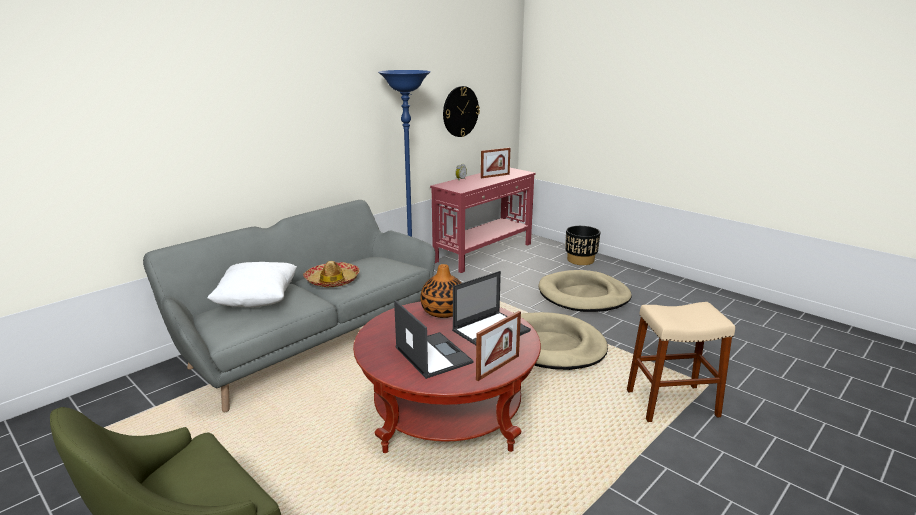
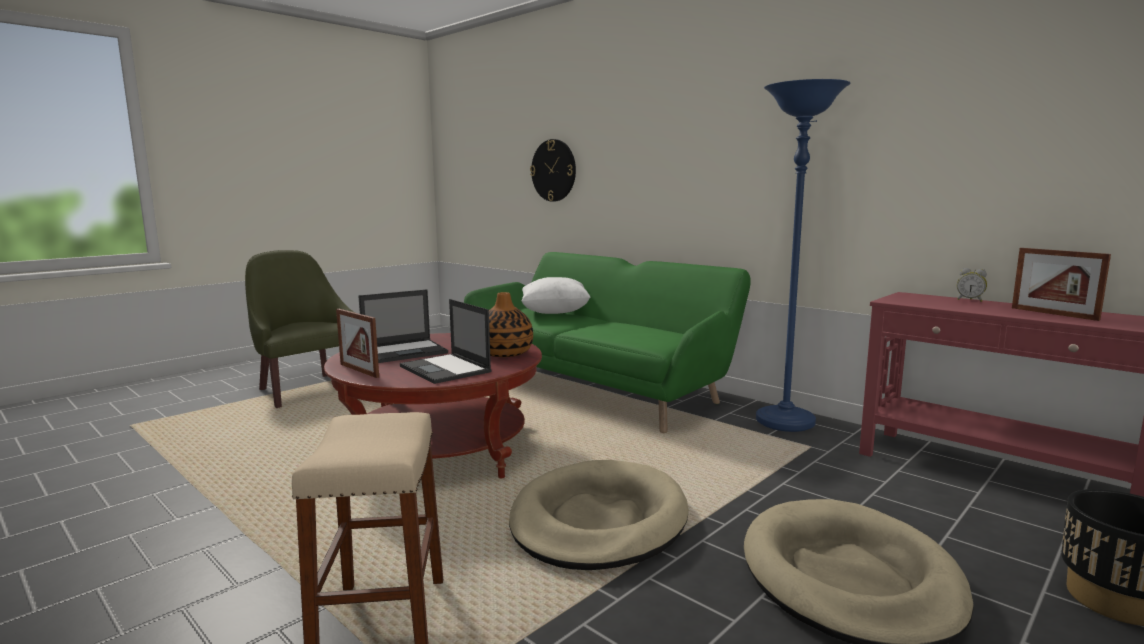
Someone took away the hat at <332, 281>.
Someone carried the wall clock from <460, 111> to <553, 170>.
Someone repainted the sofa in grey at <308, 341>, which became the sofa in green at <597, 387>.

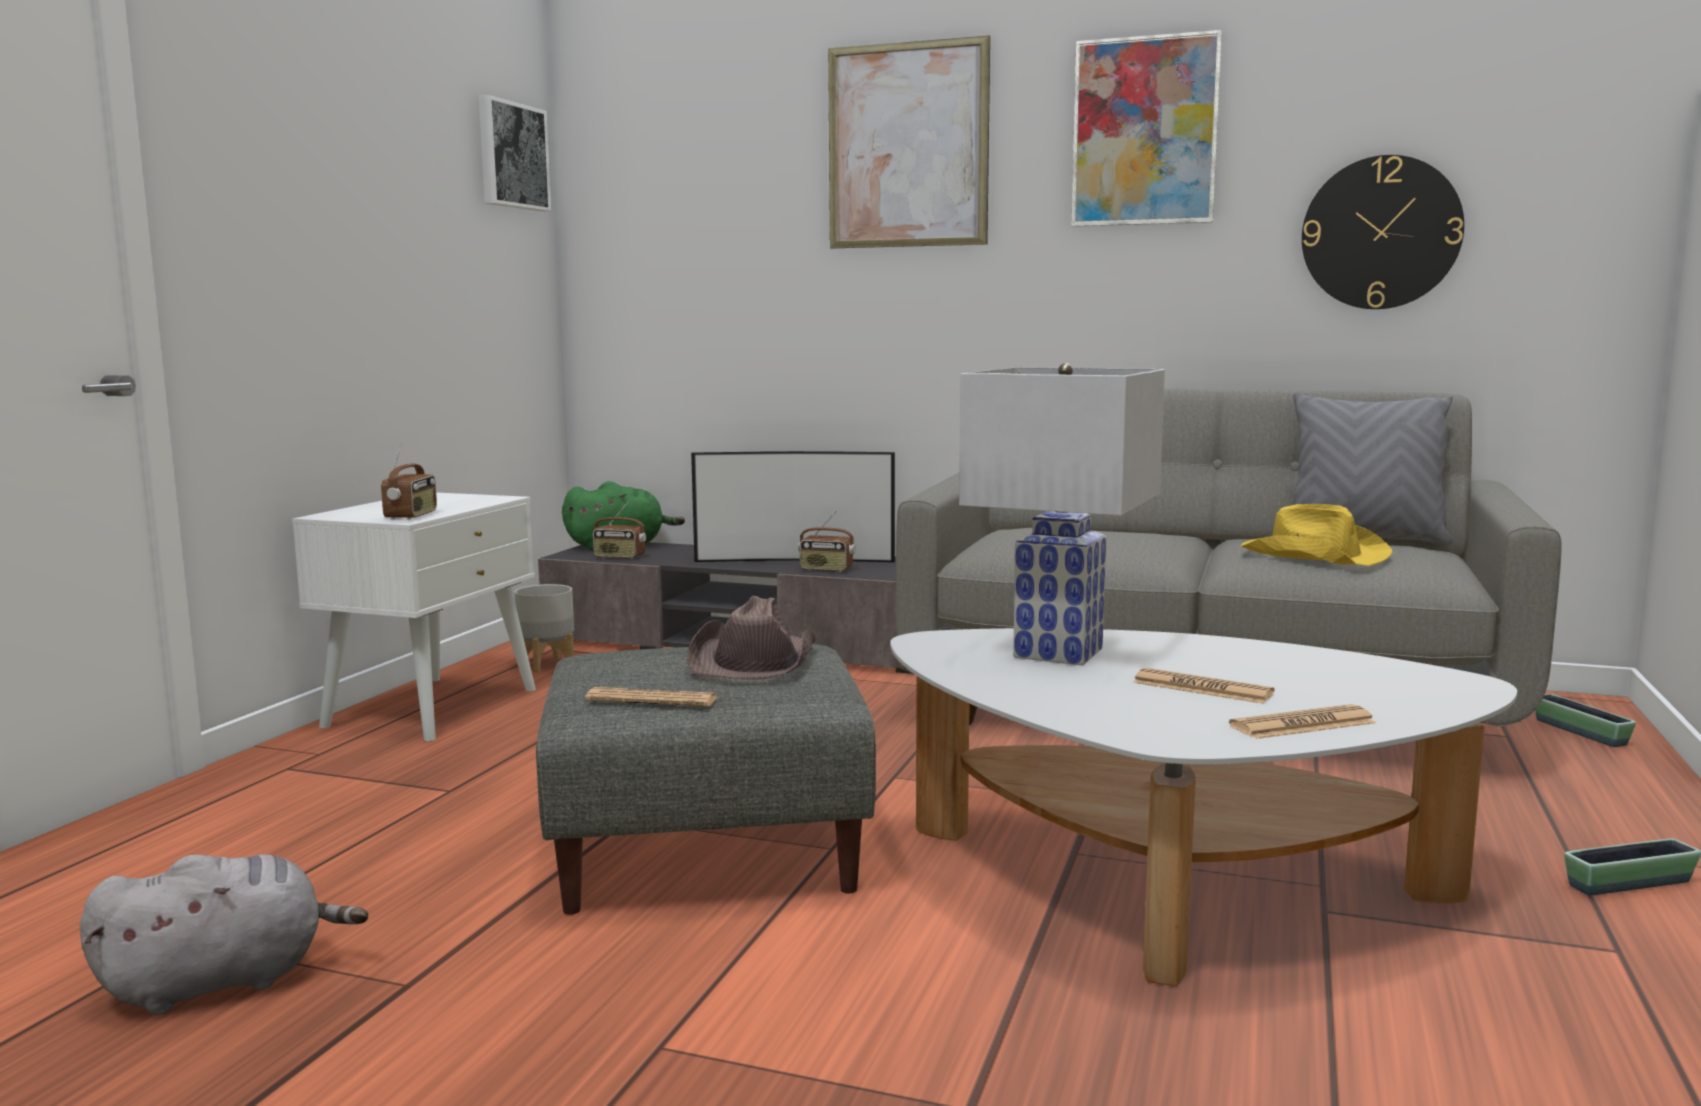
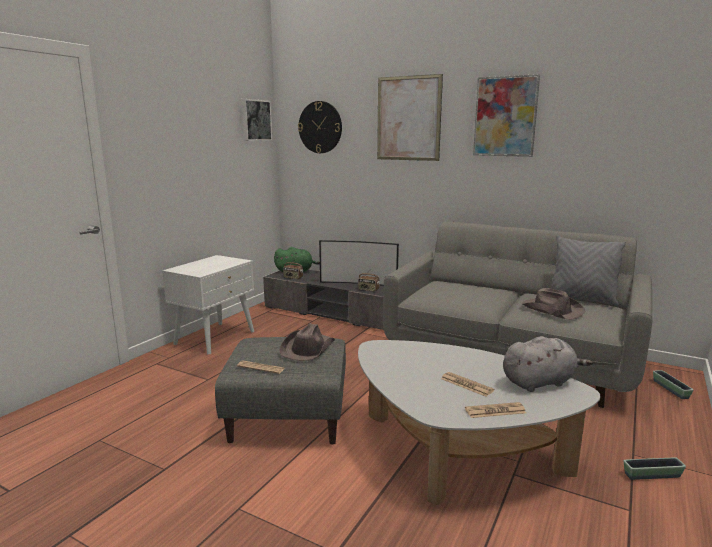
Someone took away the radio at <412, 516>.
Someone took away the planter in grey at <546, 664>.
Someone took away the table lamp in white at <1057, 652>.
Someone carried the plush toy in grey from <224, 981> to <540, 382>.
Someone carried the wall clock from <1380, 233> to <320, 127>.
Someone repainted the hat in yellow at <1312, 554>, which became the hat in brown at <551, 310>.

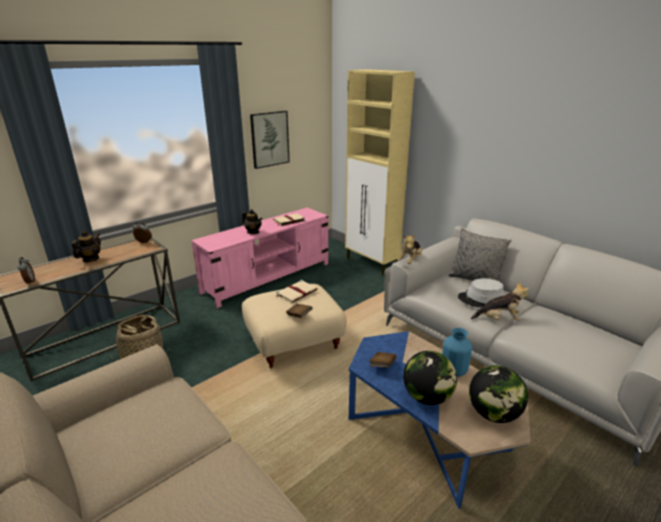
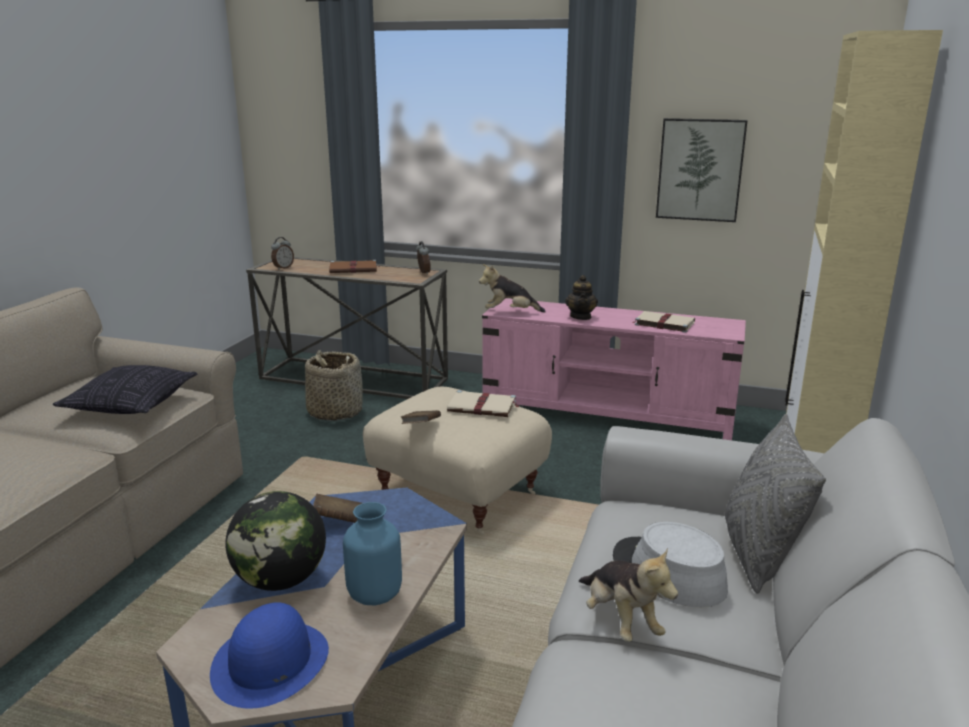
Someone put down the pillow at <131, 405>.
Someone carried the plush toy from <410, 261> to <510, 312>.
Someone swapped the teapot at <90, 259> for the book in brown at <354, 269>.
Someone swapped the globe at <493, 414> for the hat in blue at <270, 663>.

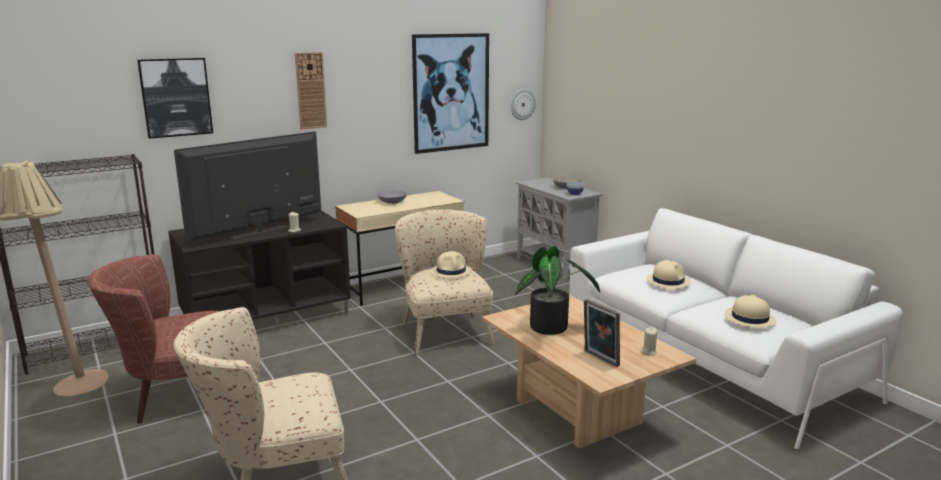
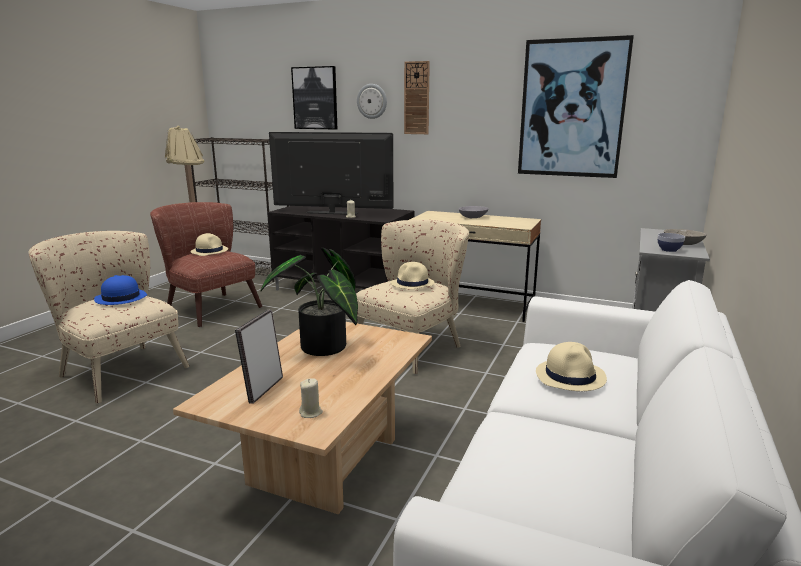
Someone put down the hat in blue at <120, 298>.
Someone carried the wall clock from <522, 104> to <372, 101>.
Someone carried the hat in beige from <749, 318> to <209, 251>.

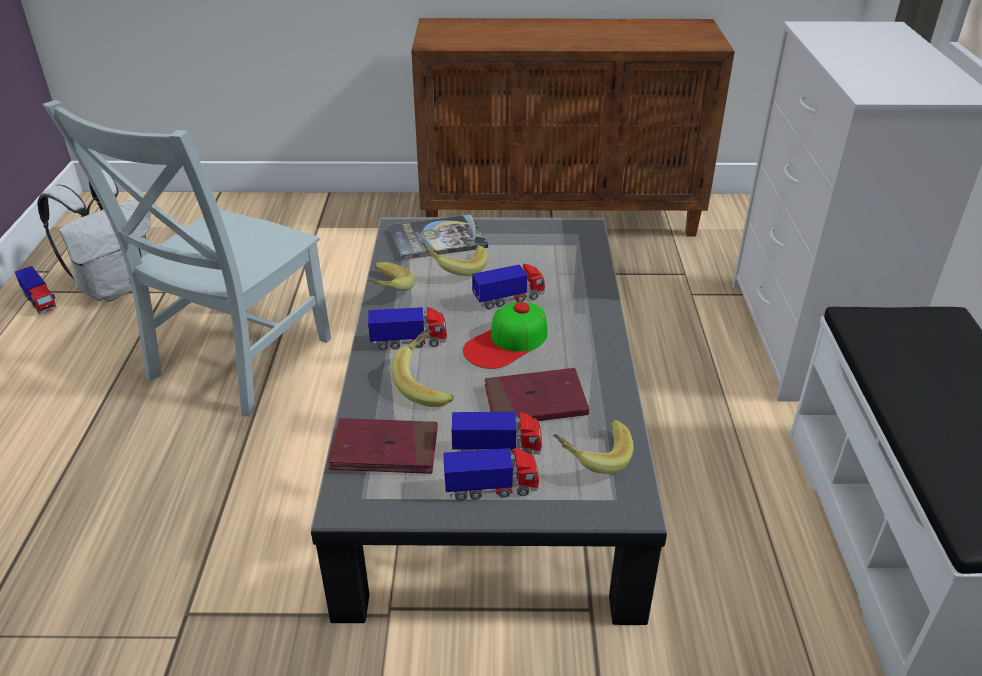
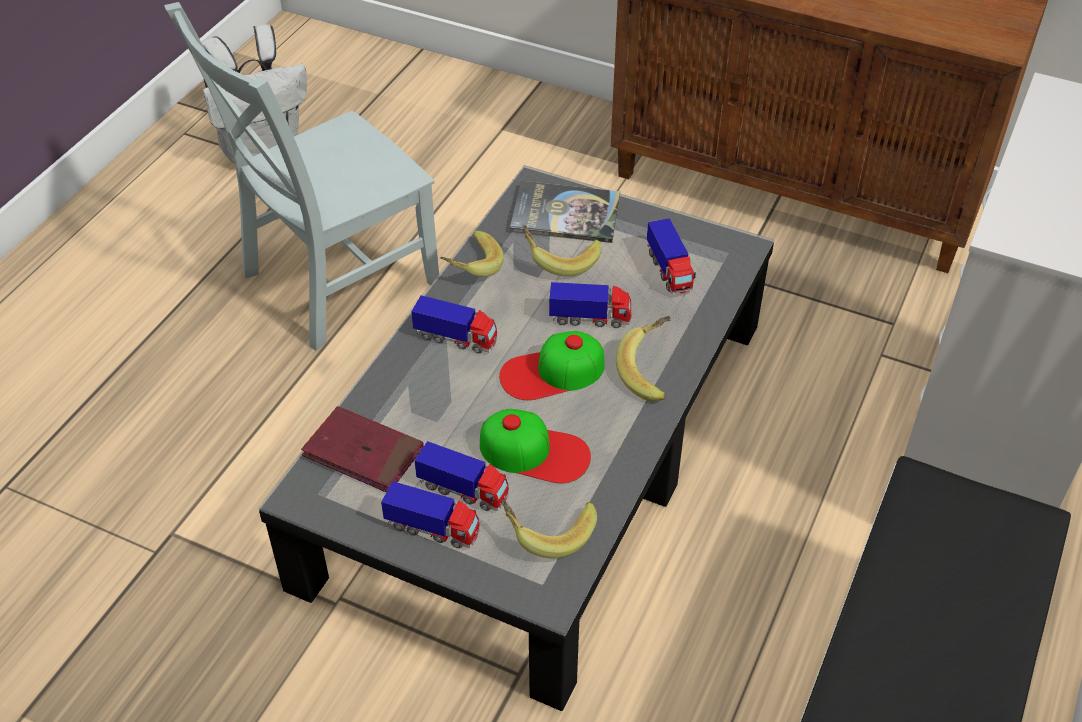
Someone carried the toy truck from <40, 302> to <669, 271>.
Someone carried the banana from <428, 383> to <651, 371>.
Someone swapped the book in red at <535, 401> for the cap at <534, 451>.

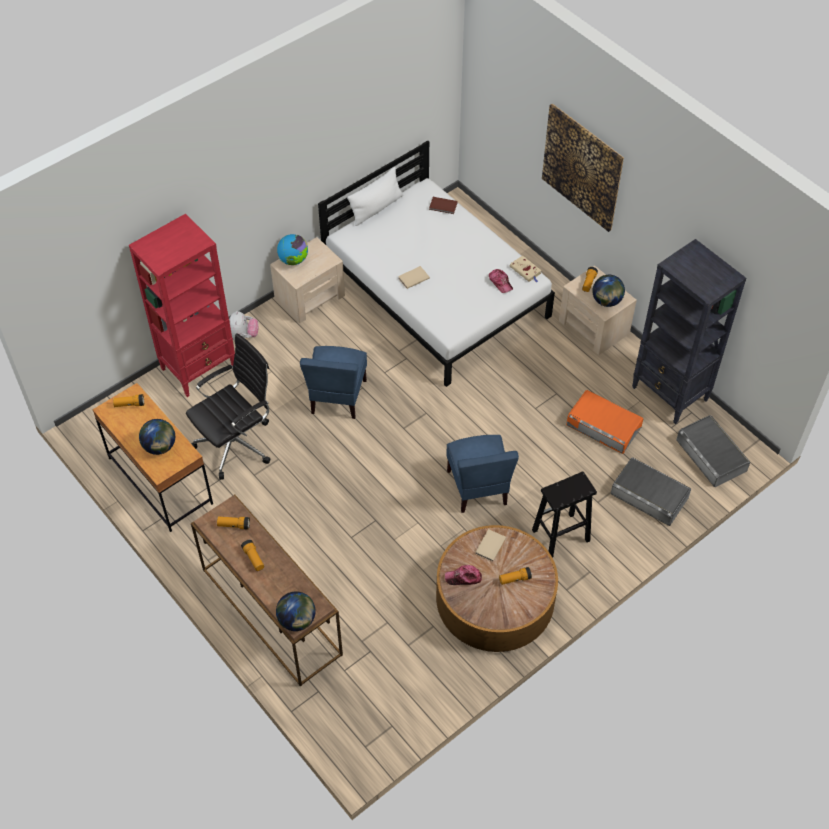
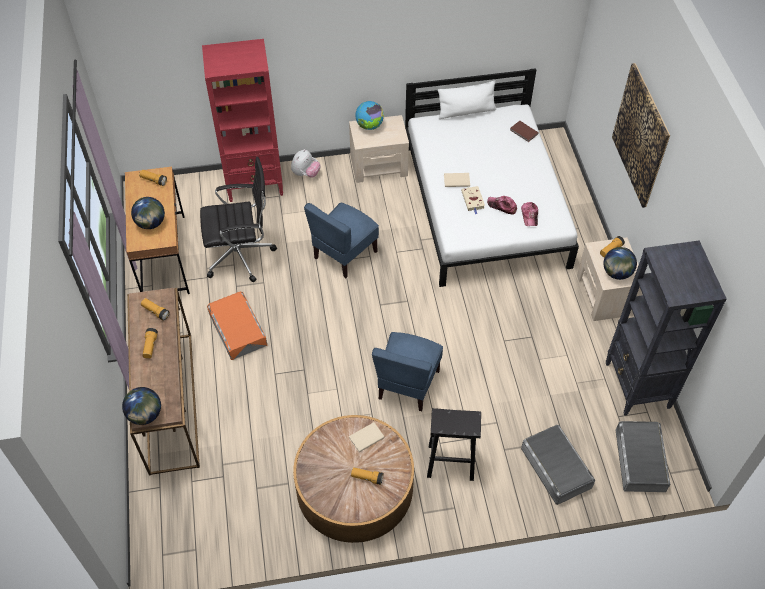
Someone carried the cap from <463, 578> to <502, 206>.
Someone carried the book in beige from <526, 270> to <473, 200>.
Someone carried the storage box in orange from <603, 425> to <238, 329>.

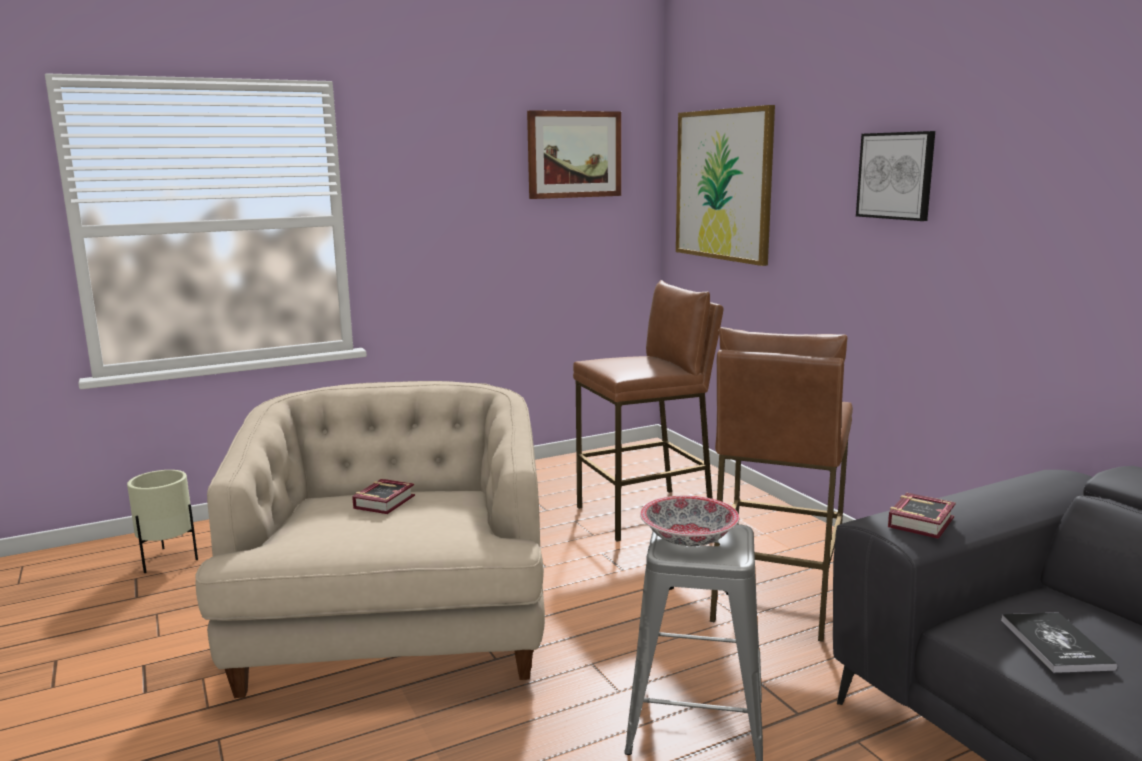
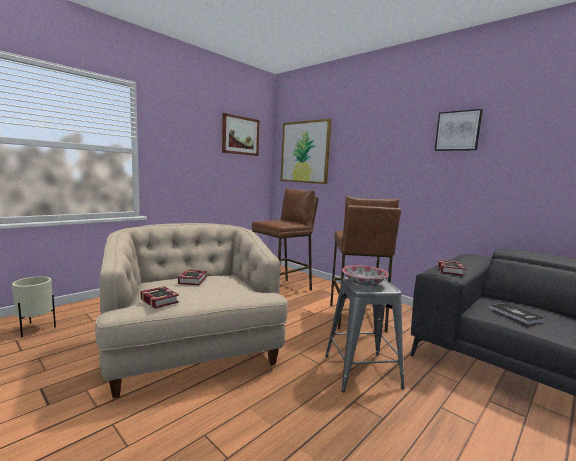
Someone put down the book at <159, 300>.
Someone carried the picture from <896, 175> to <458, 131>.

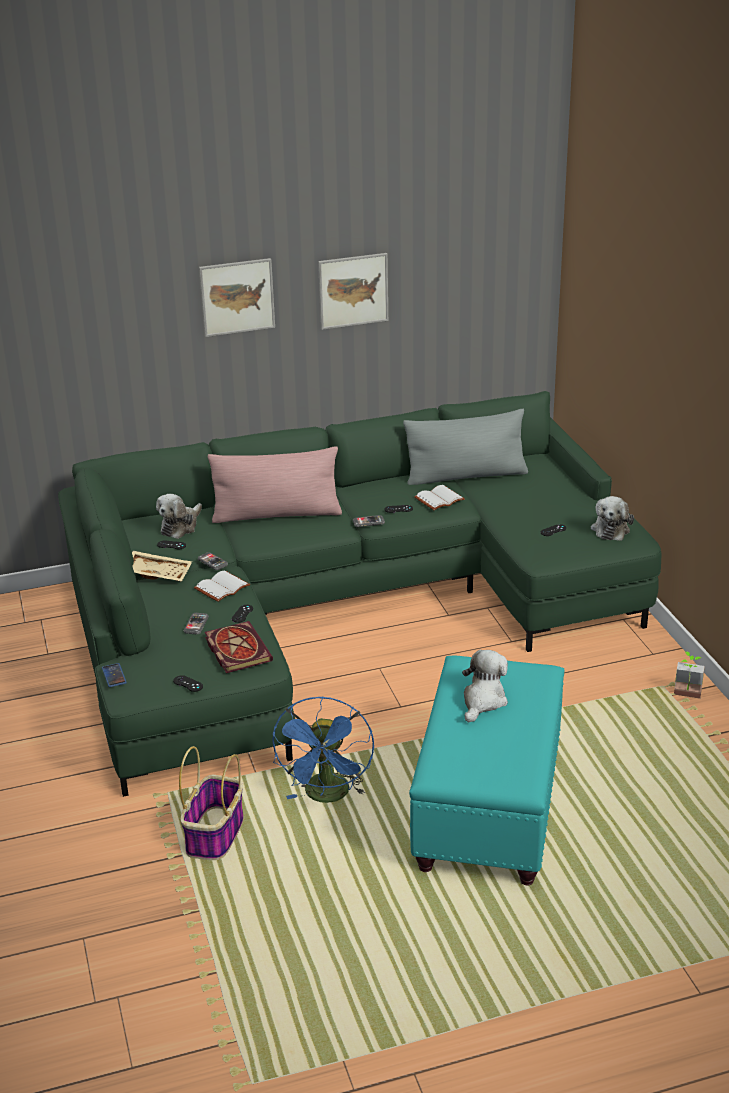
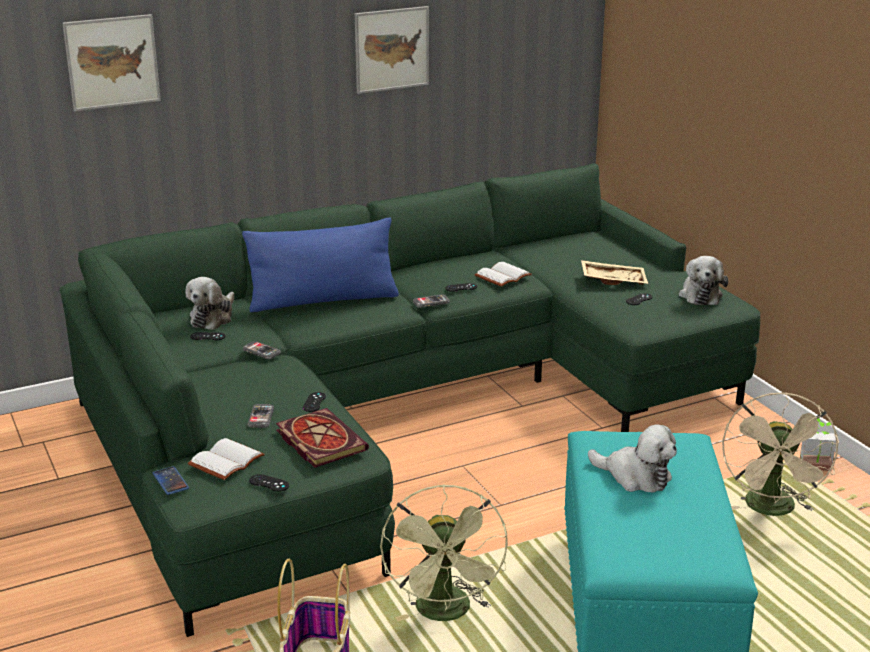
Someone took away the pillow in grey at <466, 476>.
Someone put down the fan in beige at <772, 510>.
Someone carried the tray in beige from <158, 573> to <613, 280>.
Someone carried the book in white from <222, 587> to <226, 460>.
Someone carried the picture from <237, 297> to <112, 62>.
Someone repainted the pillow in pink at <277, 514>, which became the pillow in blue at <323, 300>.
Someone repainted the fan in blue at <328, 796>, which became the fan in green at <446, 613>.
Someone rotated the plush toy at <483, 701> by 105 degrees clockwise.

